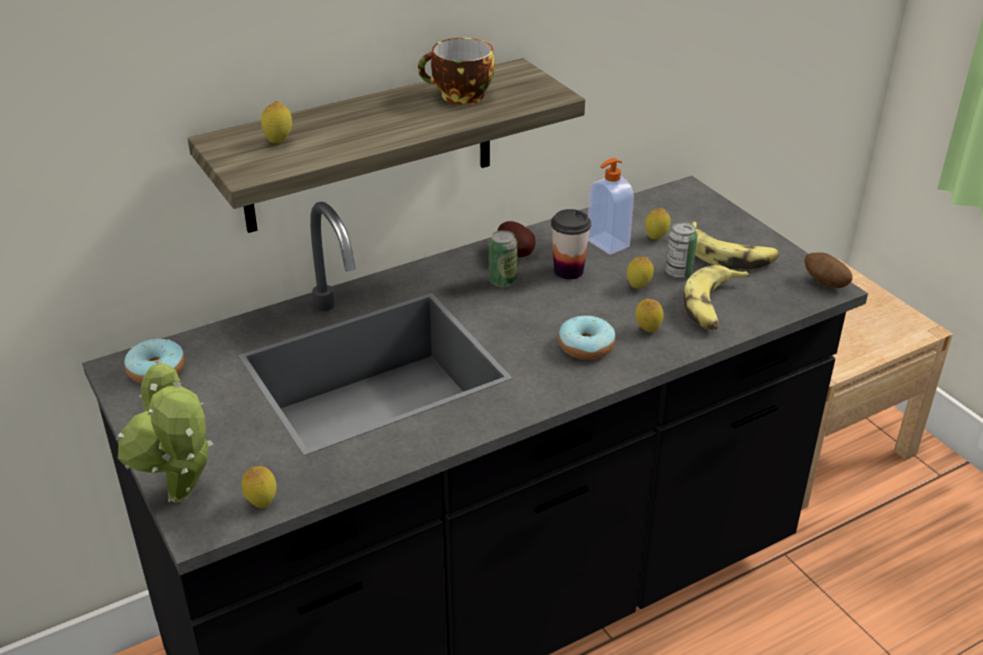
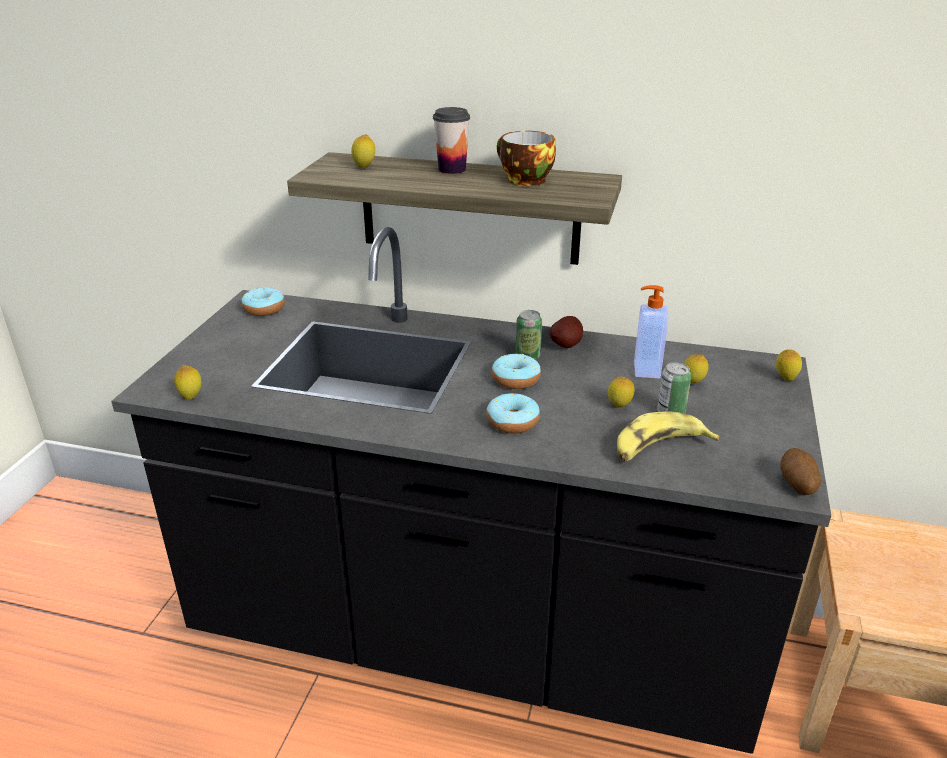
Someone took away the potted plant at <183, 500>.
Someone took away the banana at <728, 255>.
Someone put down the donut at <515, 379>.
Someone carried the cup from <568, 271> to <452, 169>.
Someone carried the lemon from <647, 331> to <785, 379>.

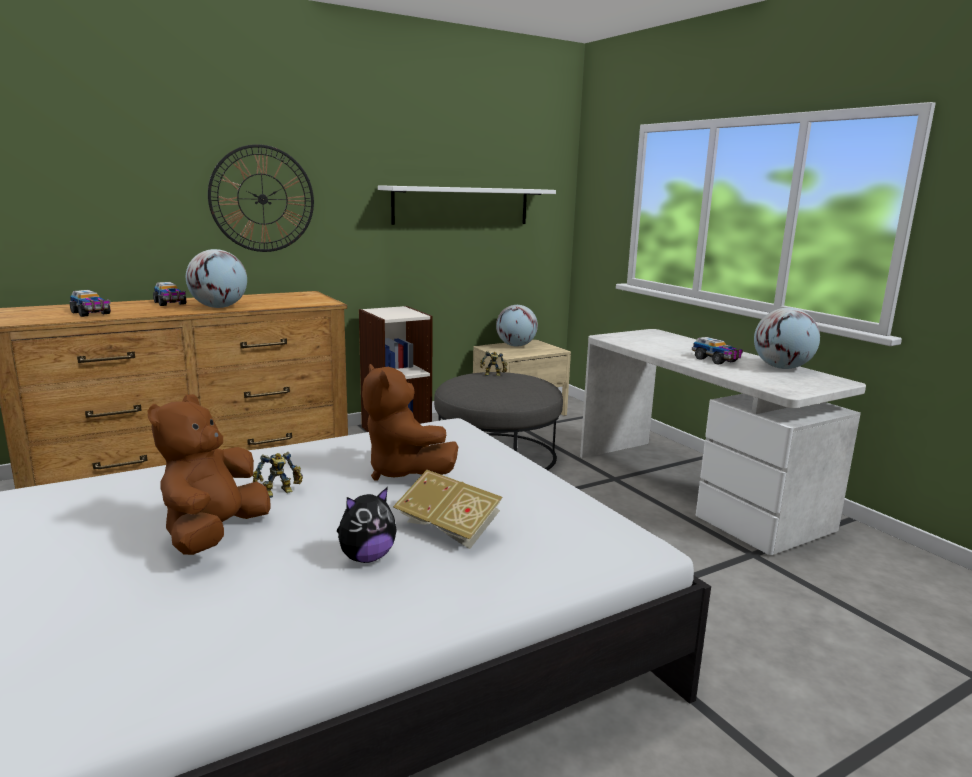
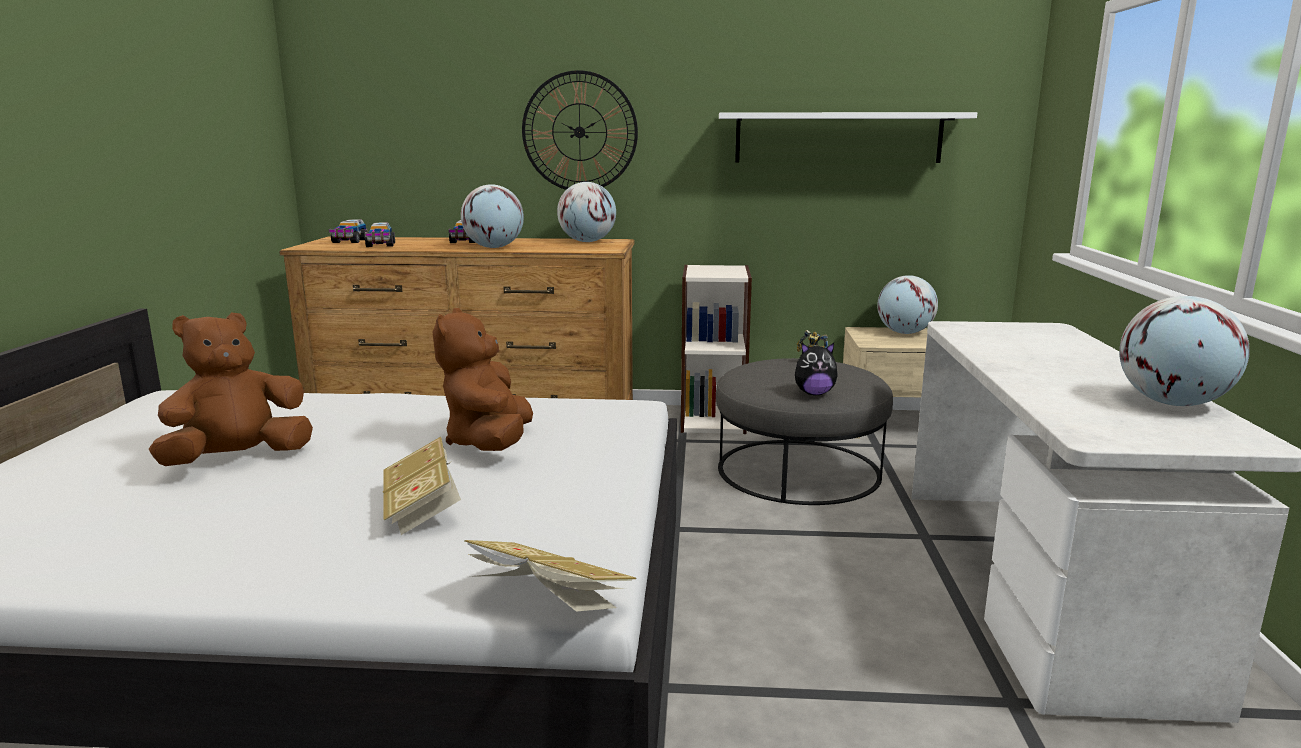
Someone took away the toy robot at <279, 493>.
Someone put down the book at <548, 603>.
Someone put down the globe at <587, 242>.
Someone carried the plush toy from <366, 557> to <814, 393>.
Someone carried the toy truck from <716, 360> to <349, 241>.

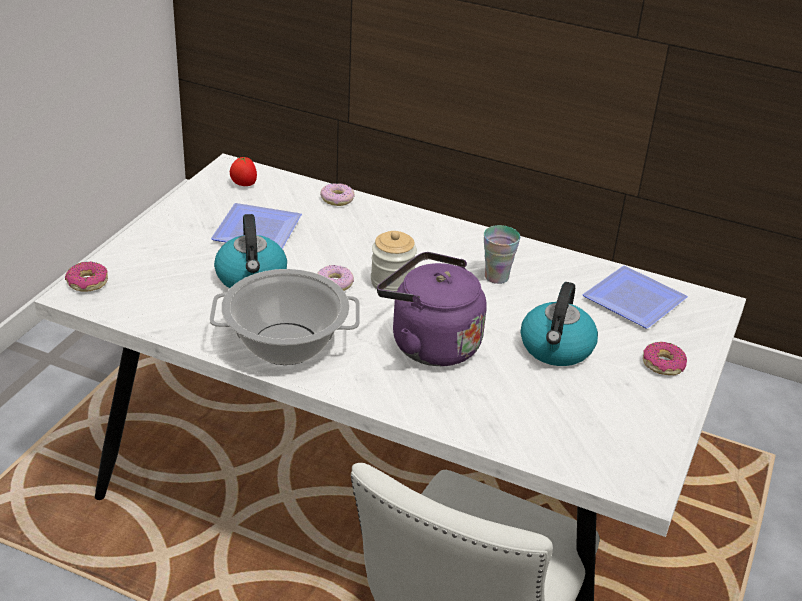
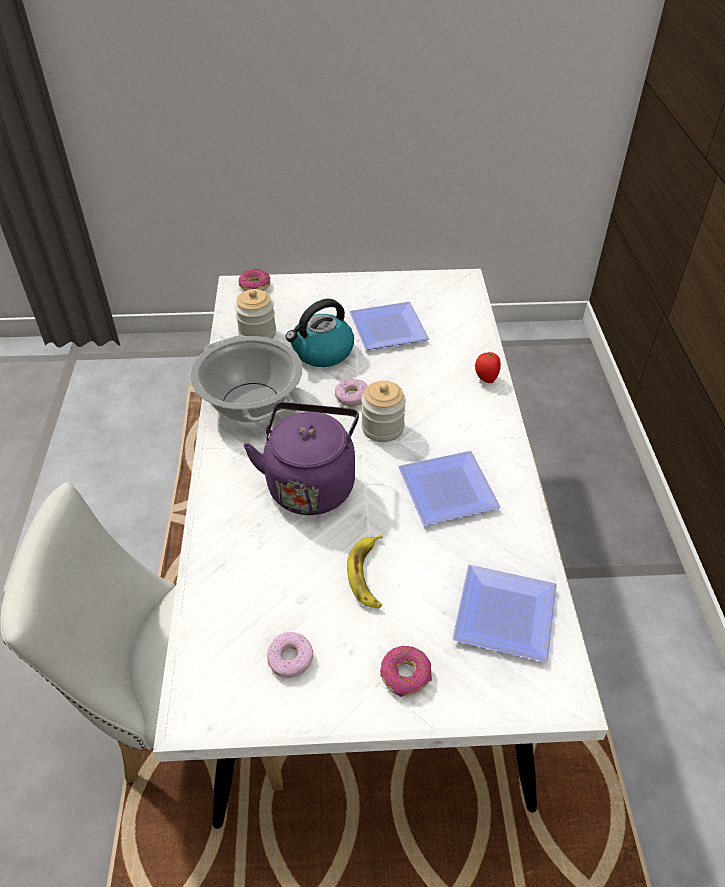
Someone put down the jar at <257, 333>.
Someone carried the tomato from <243, 185> to <485, 378>.
Someone carried the donut from <337, 199> to <290, 658>.
Someone swapped the cup at <496, 277> for the plate at <451, 492>.
Someone swapped the kettle at <556, 348> for the banana at <368, 575>.

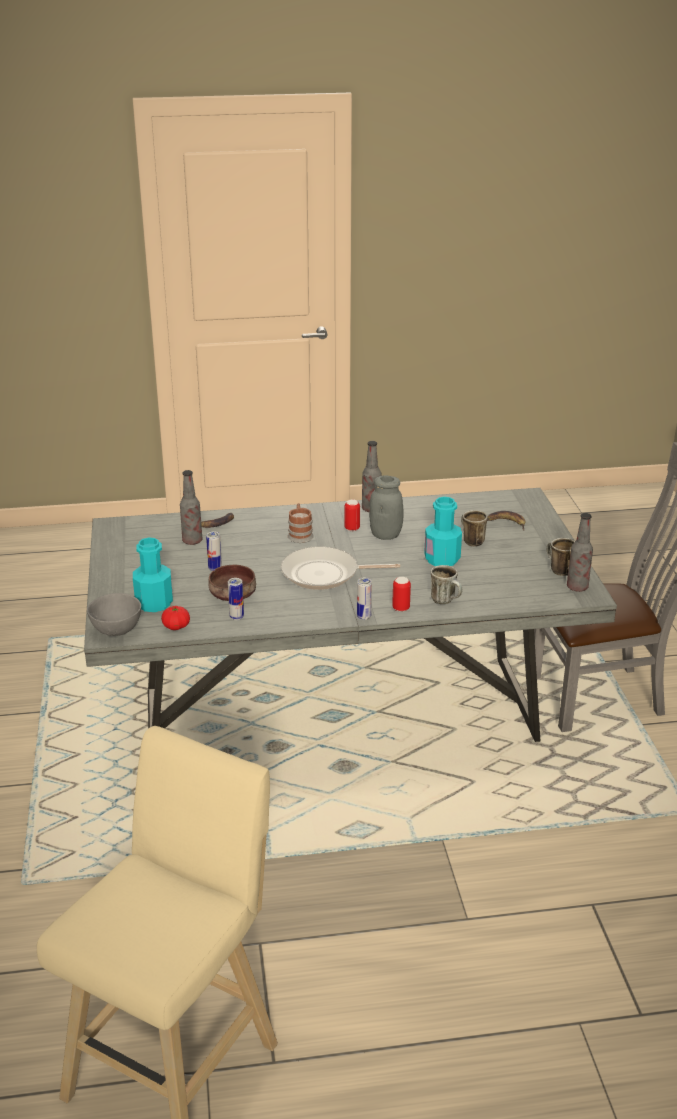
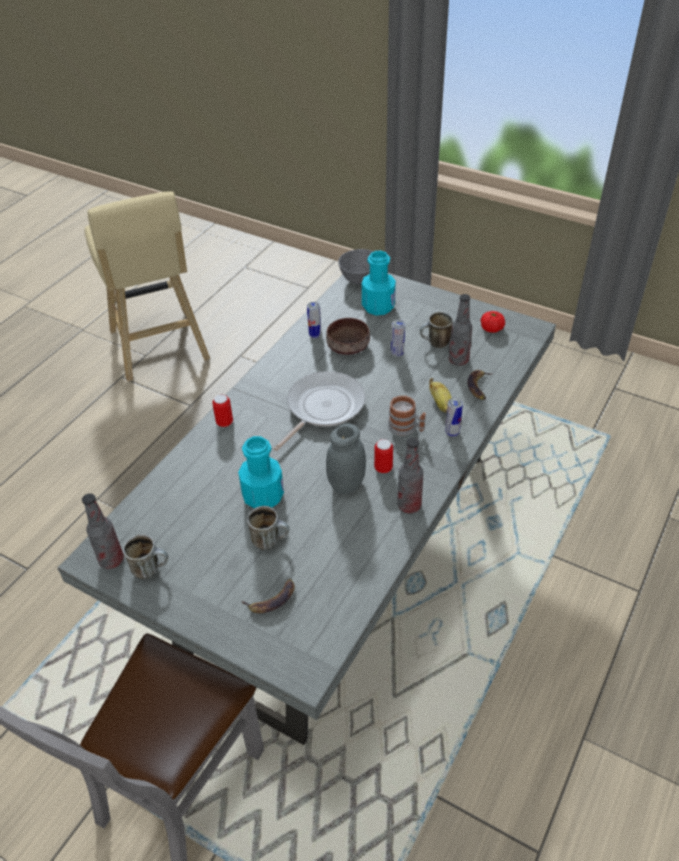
Someone put down the banana at <441, 404>.
Someone carried the tomato from <176, 626> to <491, 329>.
Someone carried the can from <364, 617> to <452, 433>.
Someone carried the mug from <446, 601> to <435, 344>.

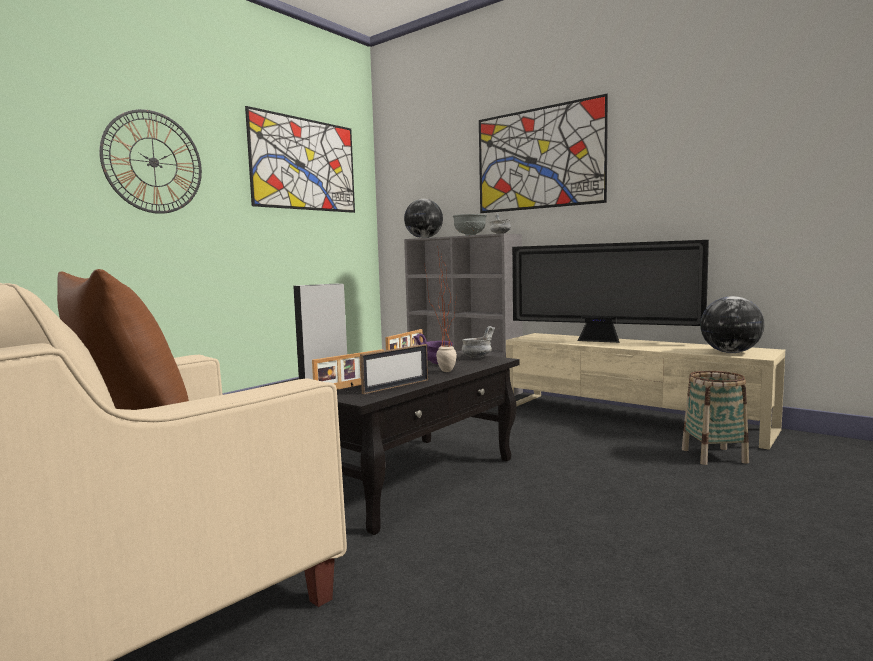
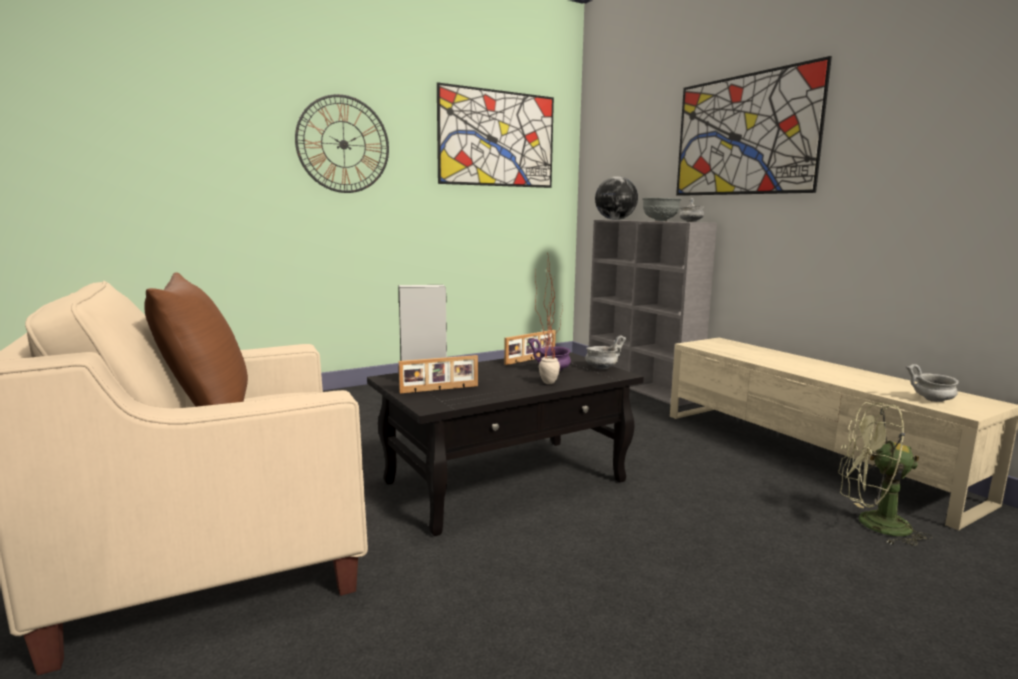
Someone took away the picture frame at <396, 386>.
Someone took away the television at <602, 341>.
Someone swapped the basket at <714, 456> for the fan in green at <872, 524>.
Someone swapped the globe at <731, 352> for the bowl in grey at <932, 400>.

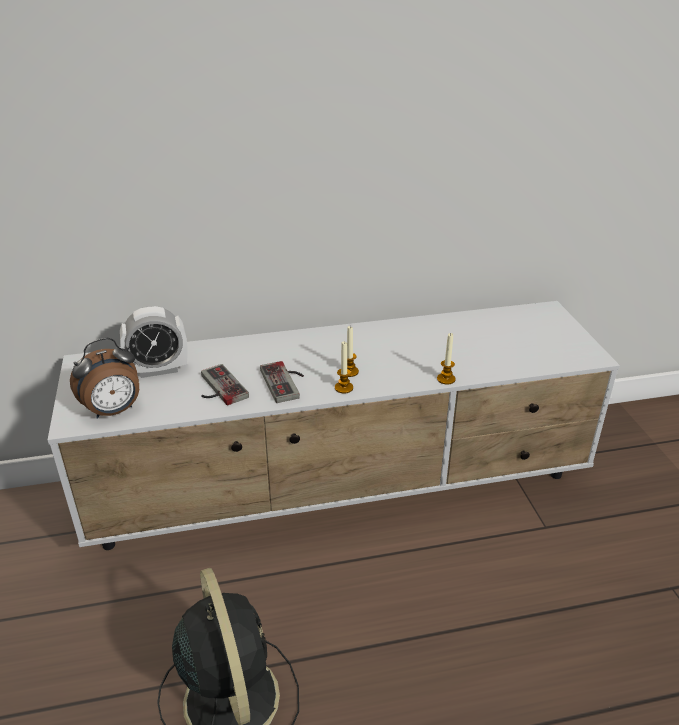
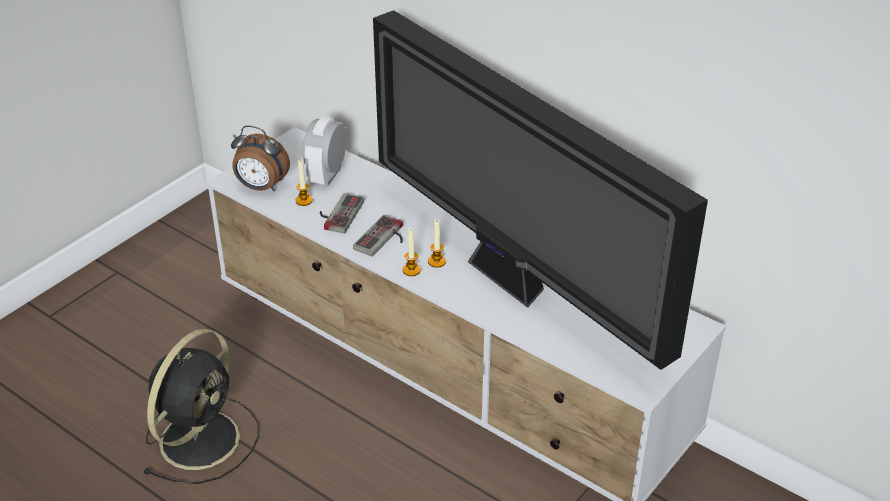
Someone put down the television at <510, 282>.
Someone carried the candle from <446, 379> to <304, 201>.
Someone rotated the alarm clock at <158, 370> by 75 degrees clockwise.

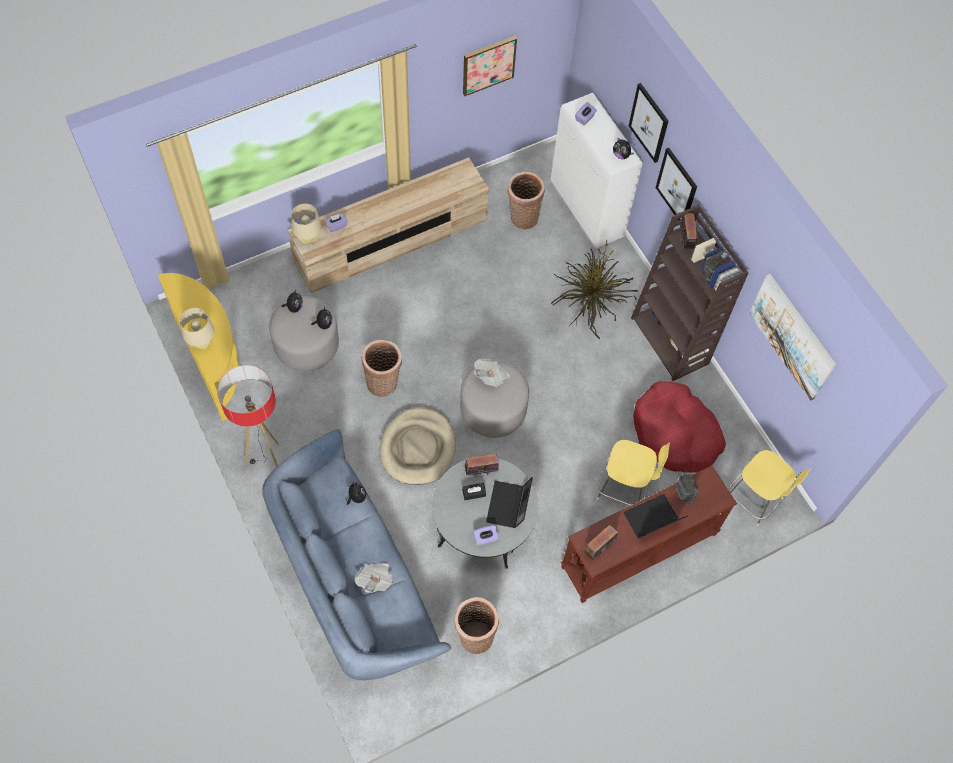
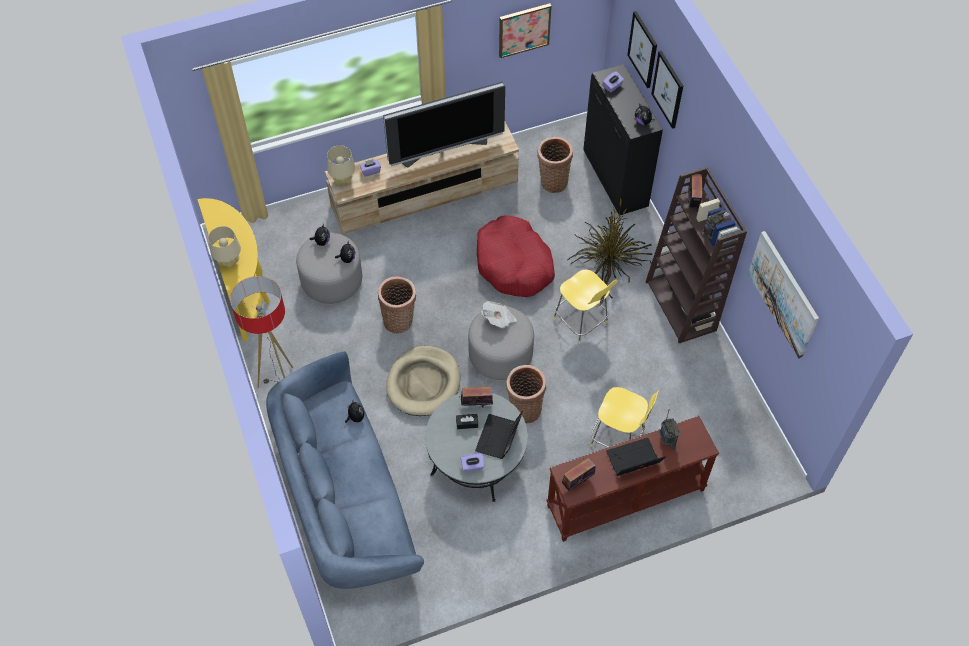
Someone took away the newspaper at <375, 580>.
Someone put down the television at <444, 150>.
Someone carried the basket from <474, 635> to <524, 408>.
Someone carried the dog bed in red from <675, 433> to <514, 264>.
Someone carried the picture from <677, 186> to <643, 49>.
Someone carried the stool in yellow from <755, 499> to <582, 322>.
Someone repainted the cabinet in white at <587, 210>, which became the cabinet in black at <615, 180>.

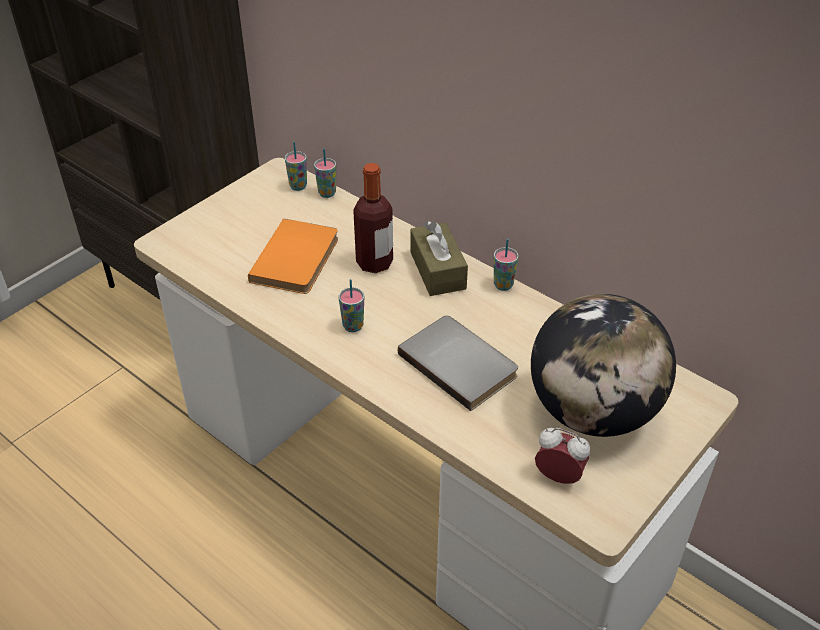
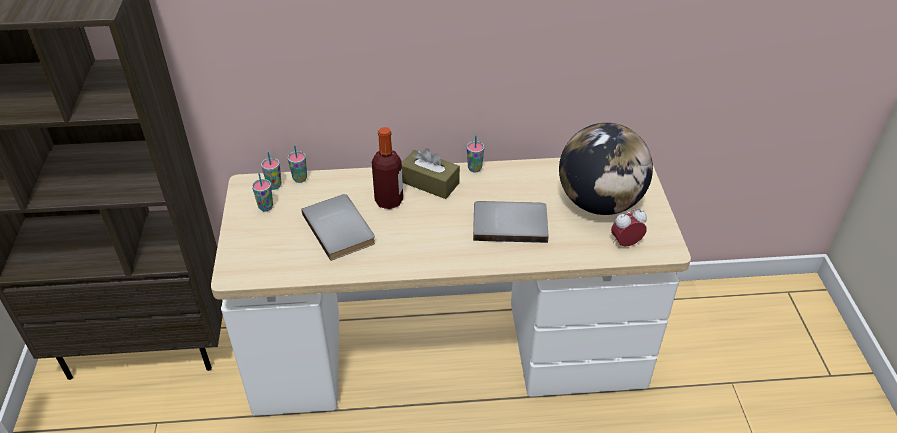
Someone carried the cup from <353, 326> to <266, 207>.
Someone repainted the book in orange at <298, 260>, which became the book in grey at <341, 228>.

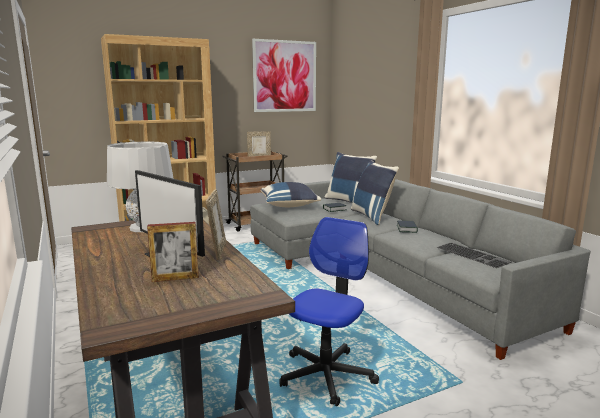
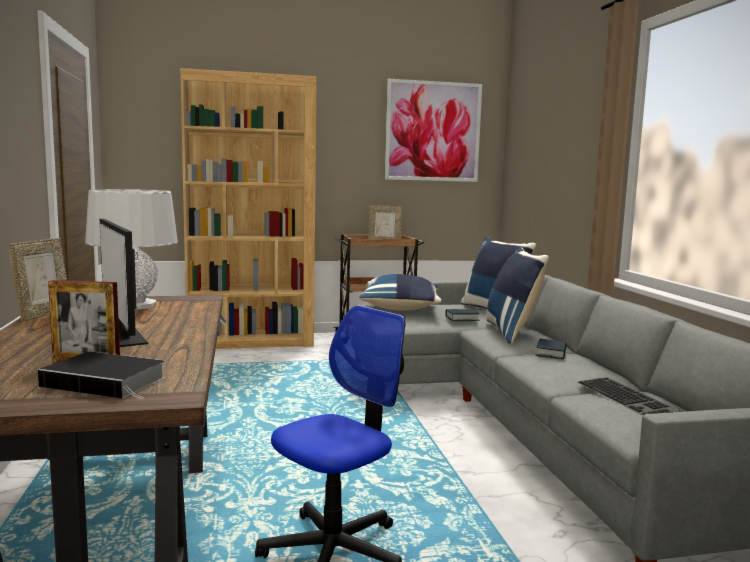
Someone put down the book at <108, 382>.
Someone carried the picture frame from <217, 251> to <43, 314>.

